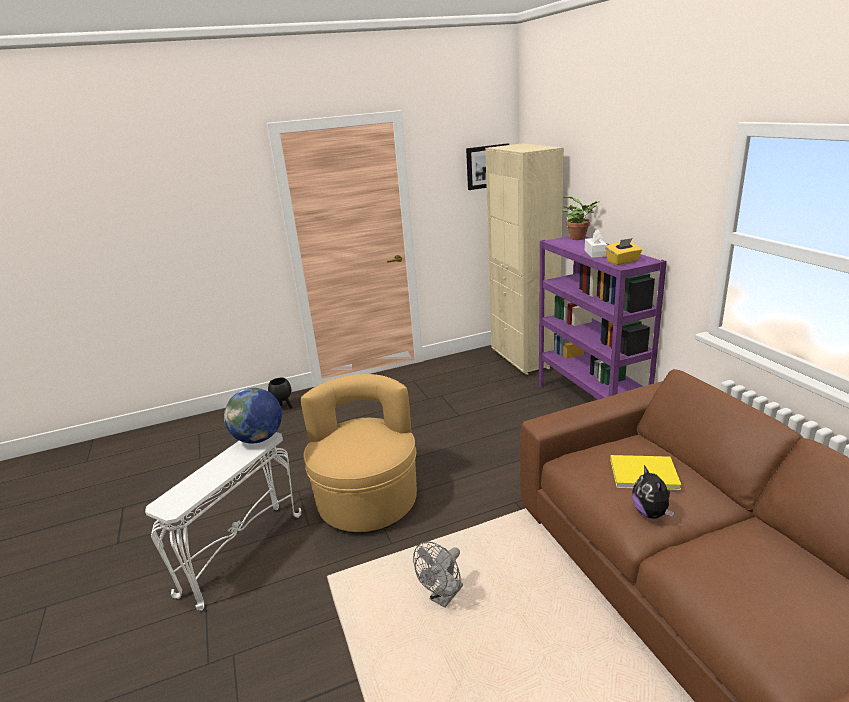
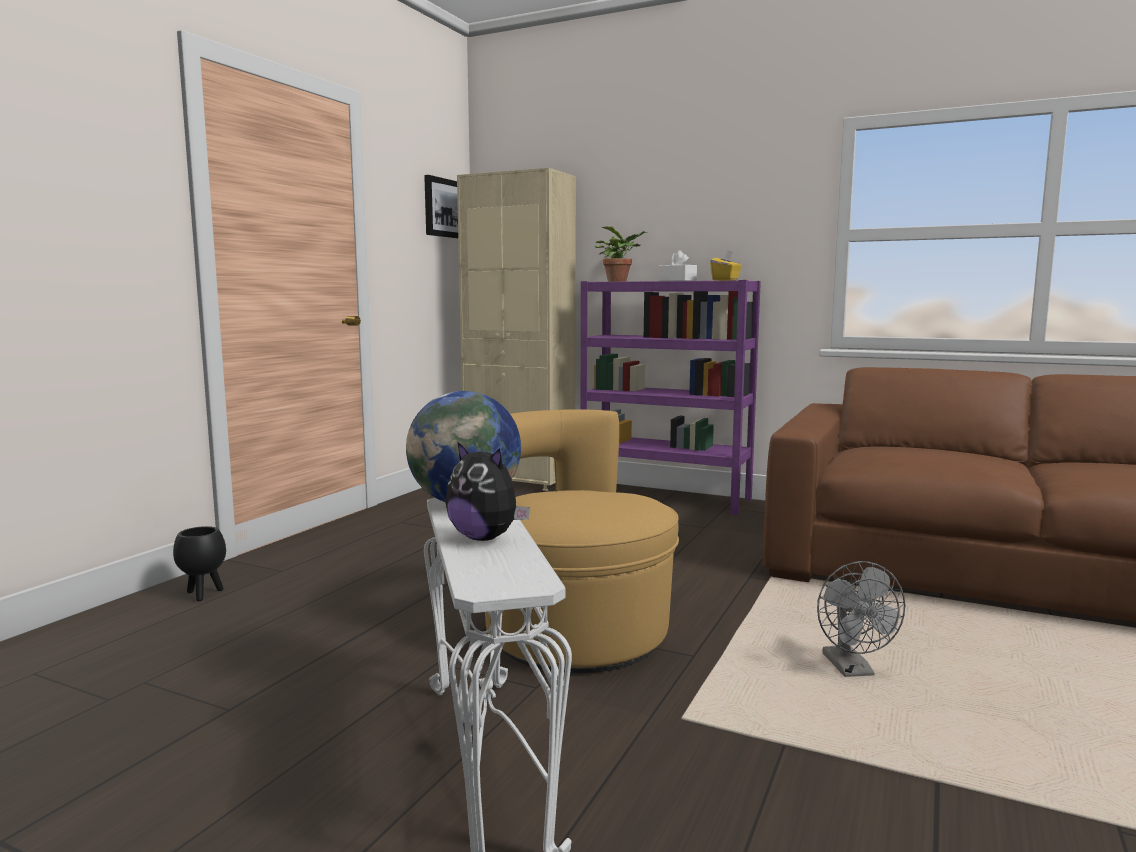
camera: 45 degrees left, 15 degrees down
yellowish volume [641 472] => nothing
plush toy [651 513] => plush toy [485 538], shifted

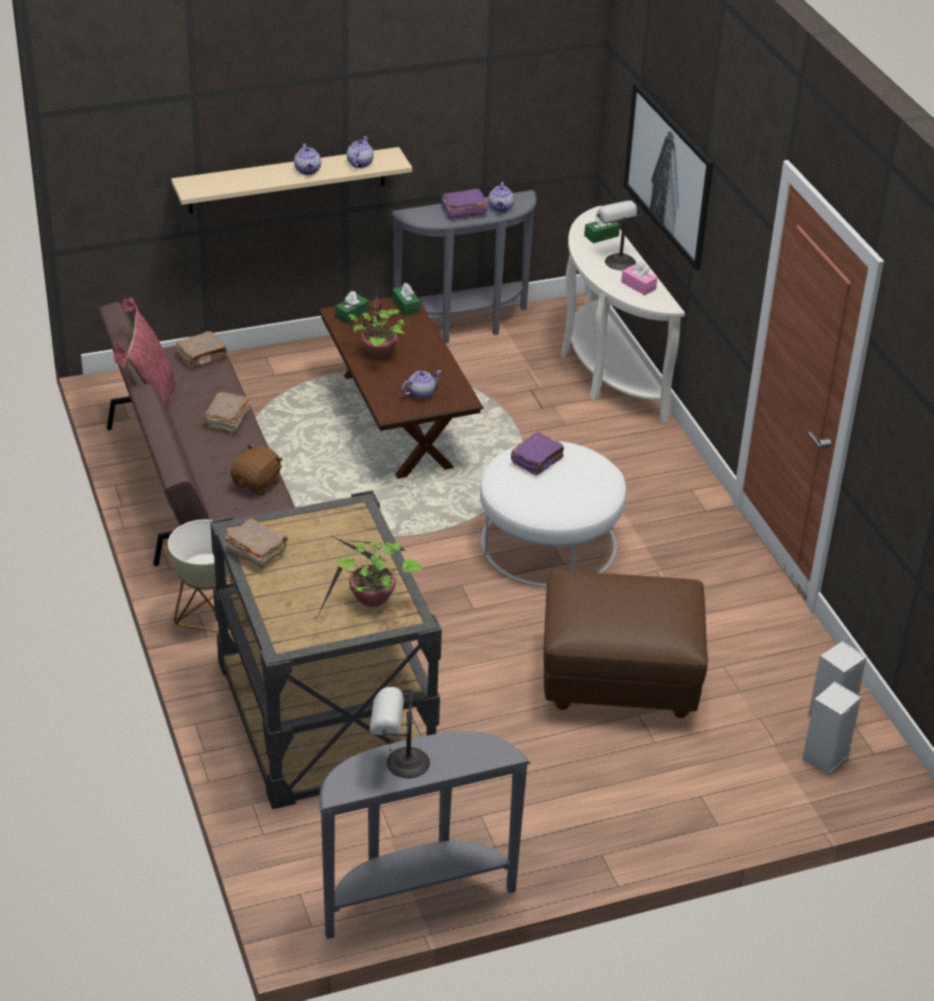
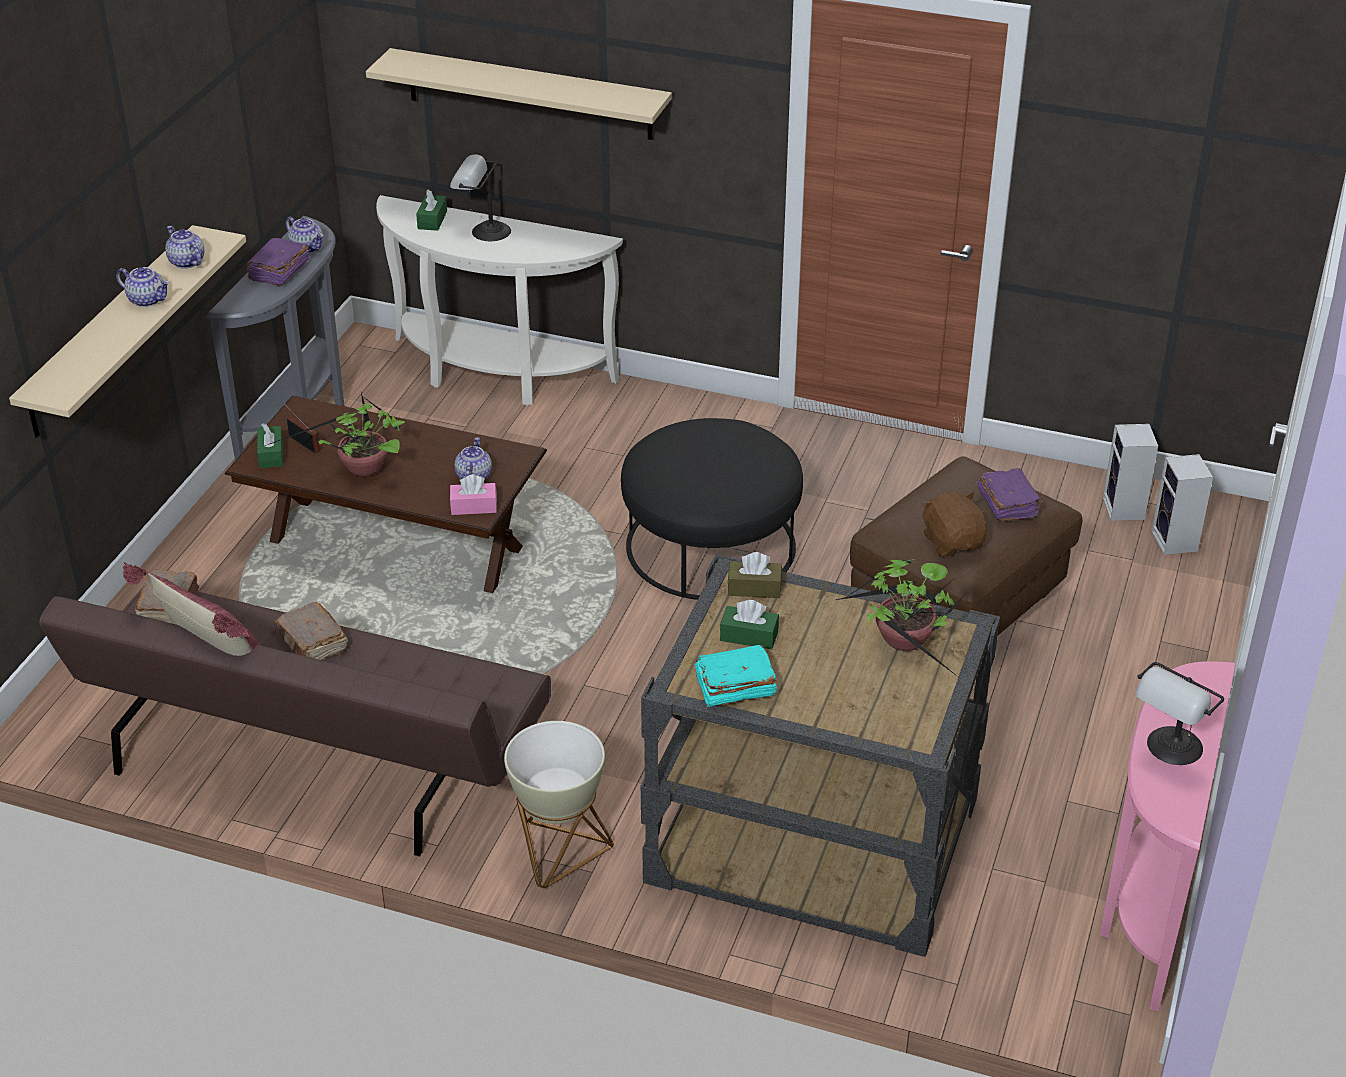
camera: 50 degrees left, 0 degrees up
brownish volume [255 551] => blue-green volume [734 687]
brownish plush toy [257 483] => brownish plush toy [953 542], shifted
gray console table [414 895] => pink console table [1144 909]
green tissue holder [405 306] => green tissue holder [749 636], shifted
whitish ottoman [549 543] => black-coloured ottoman [711 545]
purple-coloured volume [537 461] => purple-coloured volume [1008 504], shifted
pink tissue holder [638 286] => pink tissue holder [474 506], shifted
wall art [670 174] => beige-coloured shelf [529 94]
nothing => brownish tissue holder [754 588]

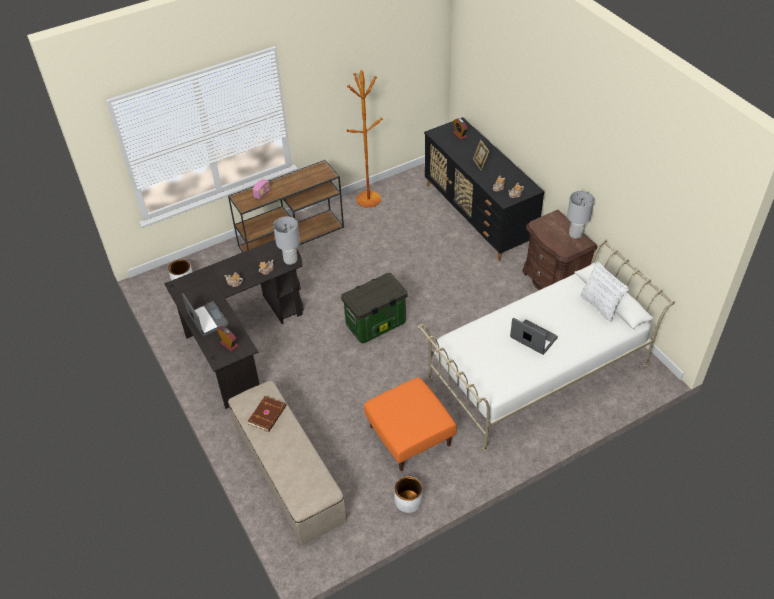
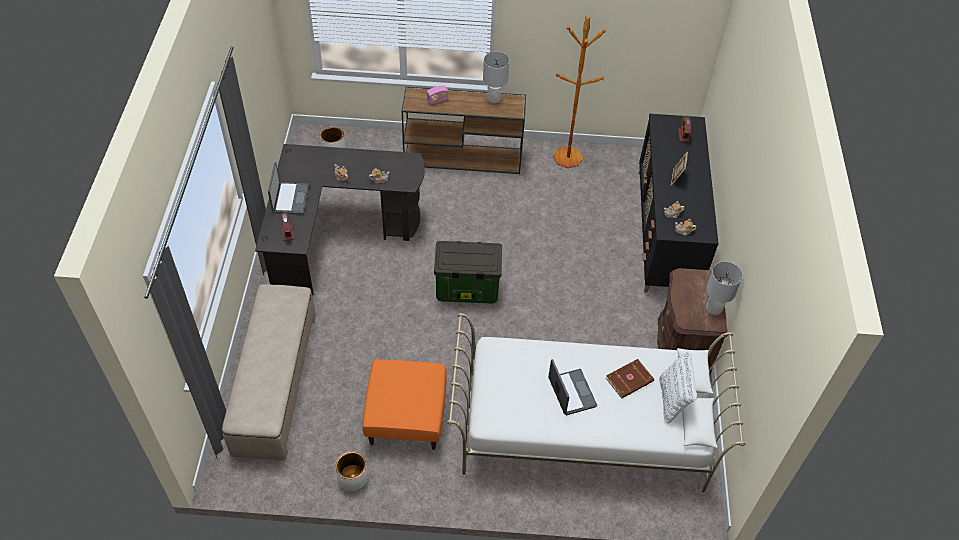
camera: 30 degrees right, 5 degrees up
brownish volume [268 415] => brownish volume [630 380], shifted
gray tabletop lamp [291 261] => gray tabletop lamp [494 100], shifted

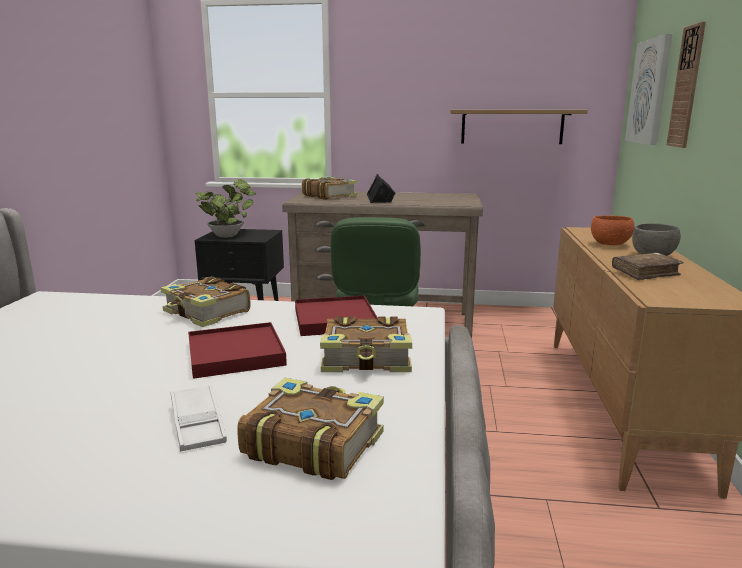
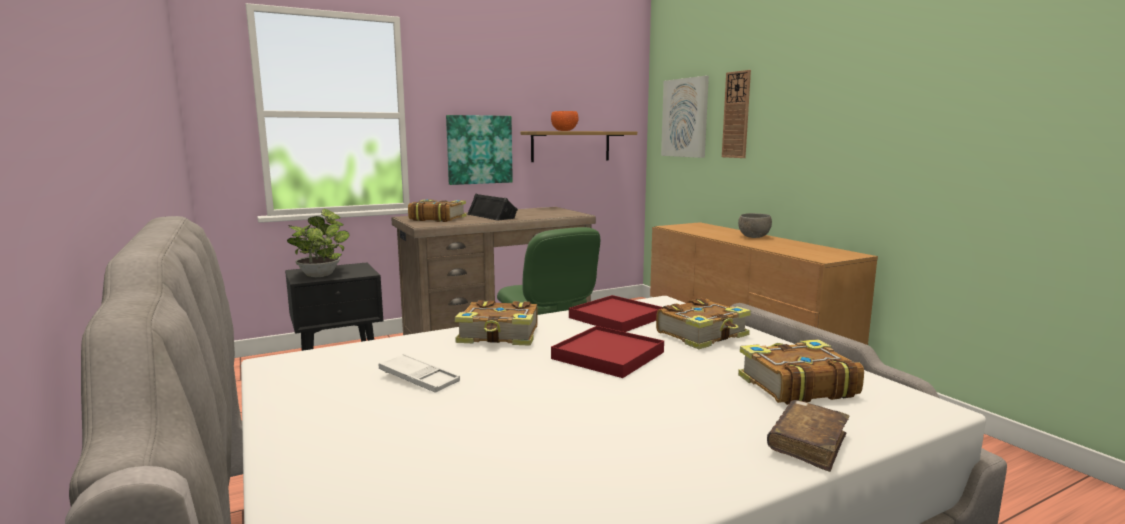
camera: 35 degrees left, 5 degrees down
whitish serving tray [197 423] => whitish serving tray [419 379], shifted
orangey bowl [610 244] => orangey bowl [564 131], shifted
brownish volume [645 273] => brownish volume [807 444], shifted
nothing => wall art [479 149]

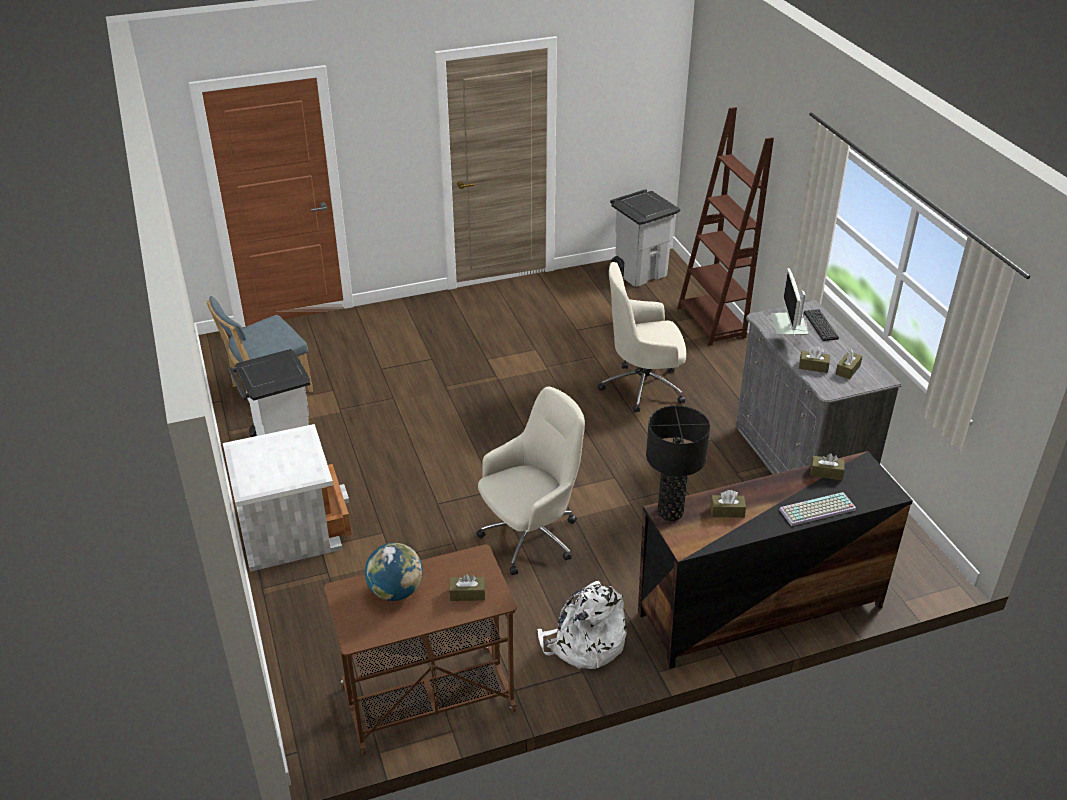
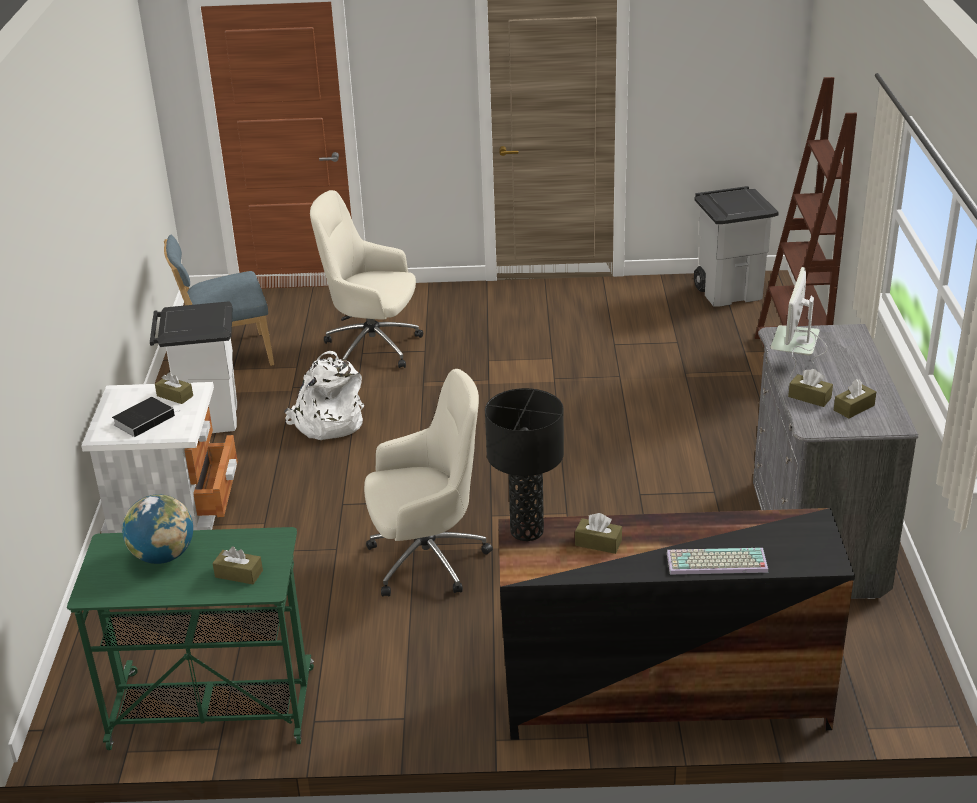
camera: 20 degrees right, 5 degrees down
brownish desk table [428 699] => green desk table [212 708]
whitish knapsack [584 644] => whitish knapsack [327 423], shifted
beige-coloured office chair [642 388] => beige-coloured office chair [372 348], shifted
PC keyboard [821 325] => nothing
brownish tissue holder [826 473] => brownish tissue holder [175 396], shifted
nothing => volume [145 419]

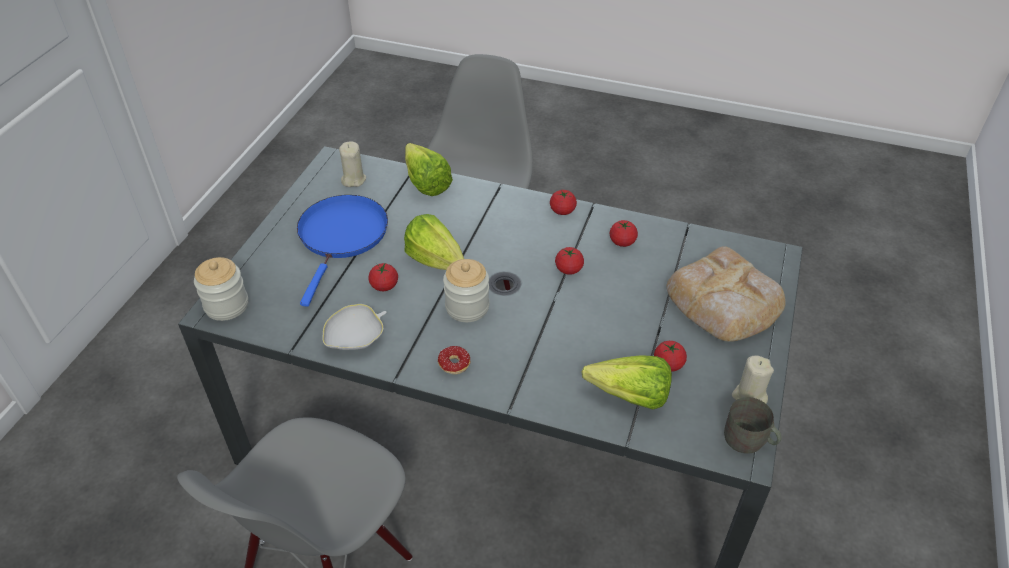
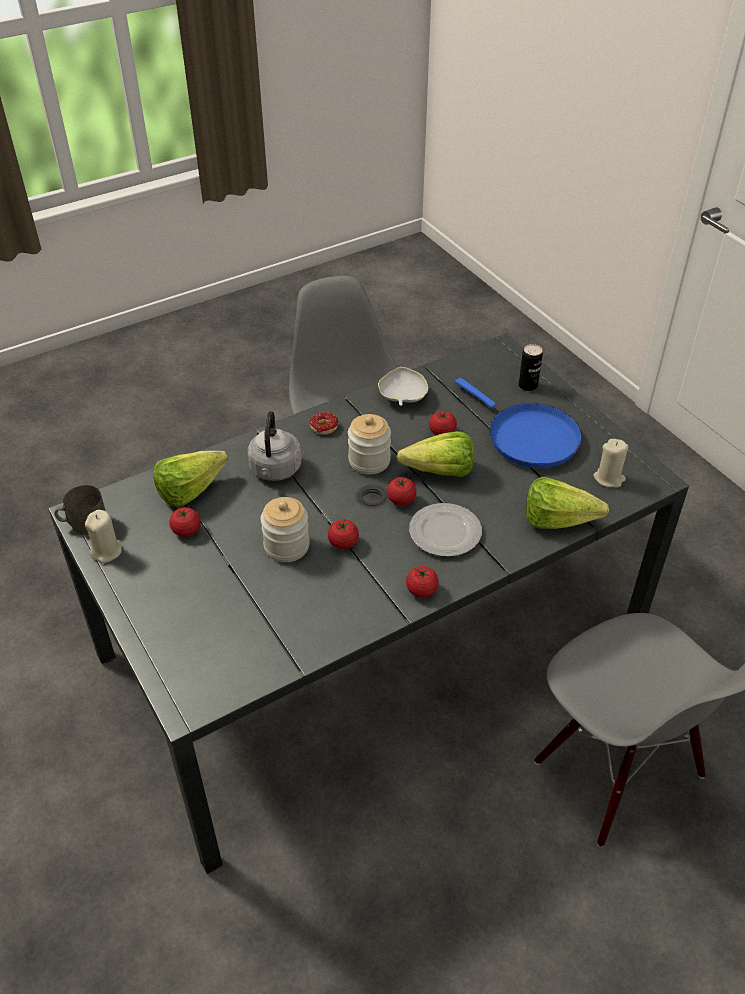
camera: 130 degrees right, 0 degrees up
preserve jar [226 305] => preserve jar [286 546], shifted
whole tomato [622 242] => whole tomato [401 500], shifted
baked bread [724 302] => nothing
nothing => gray water kettle [275 471]
nothing => flat dish [444 533]
nothing => sealed can [528 386]

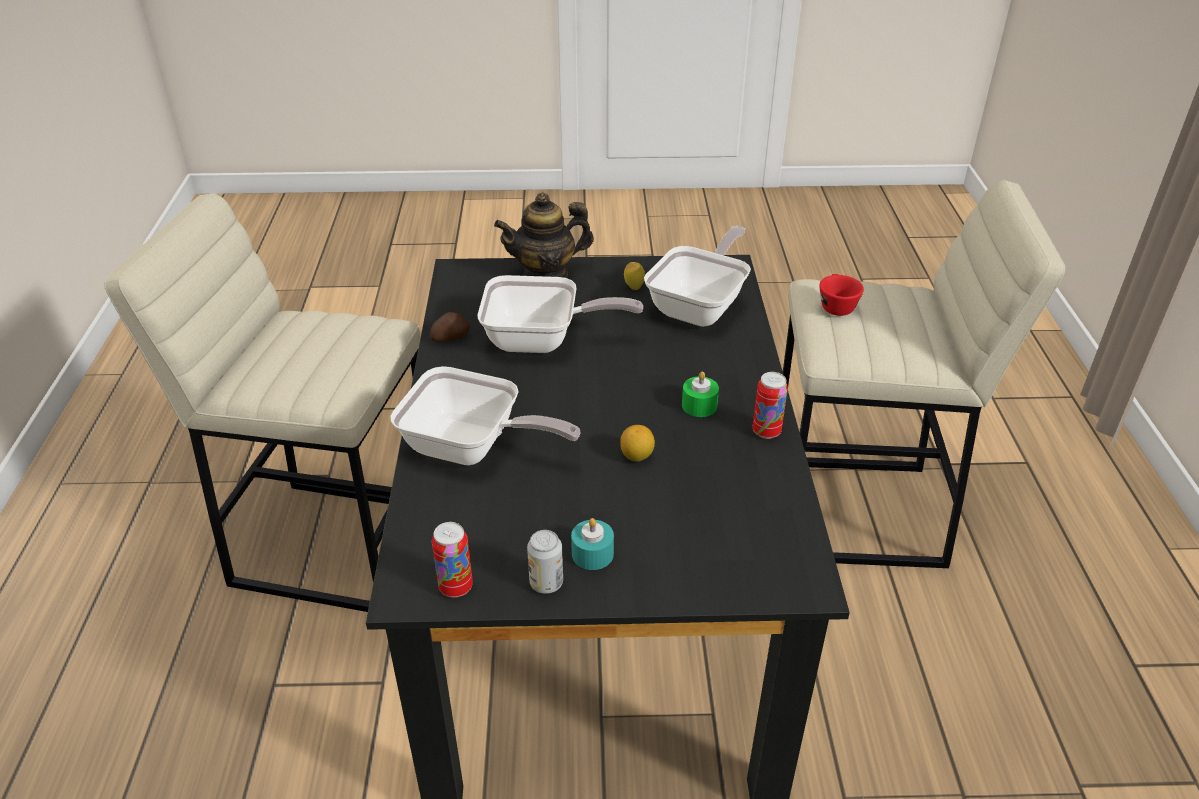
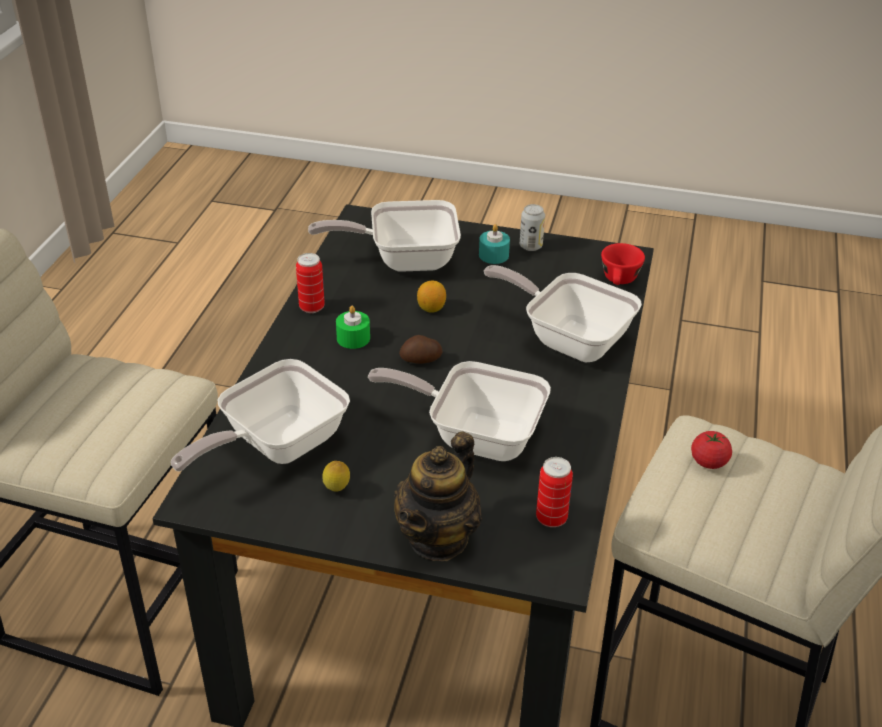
camera: 165 degrees left, 0 degrees up
spud [450 337] => spud [421 360], shifted
sealed can [456 587] => sealed can [551 518], shifted
teapot [546 274] => teapot [438 537], 120 degrees clockwise
red-coloured drinking cup [835 305] => red-coloured drinking cup [619 281], shifted
nothing => frying pan [403 259]
nothing => whole tomato [708 462]

